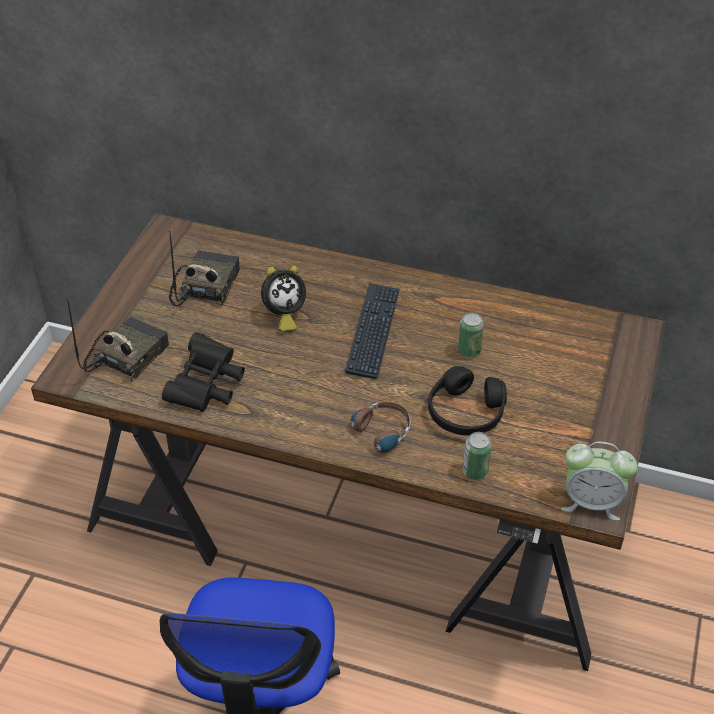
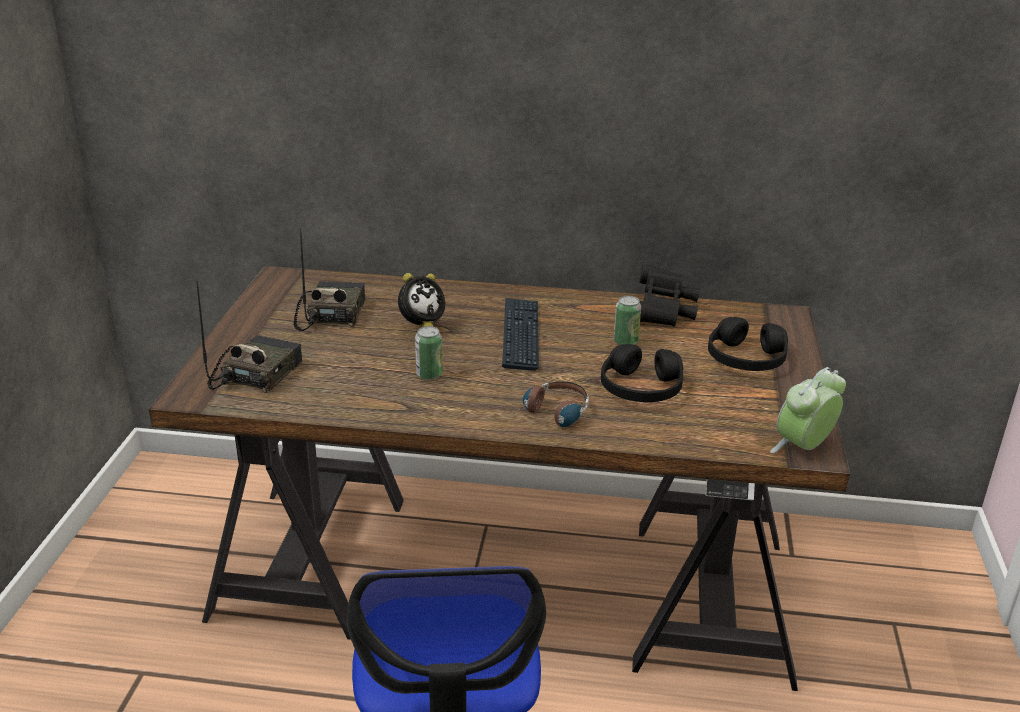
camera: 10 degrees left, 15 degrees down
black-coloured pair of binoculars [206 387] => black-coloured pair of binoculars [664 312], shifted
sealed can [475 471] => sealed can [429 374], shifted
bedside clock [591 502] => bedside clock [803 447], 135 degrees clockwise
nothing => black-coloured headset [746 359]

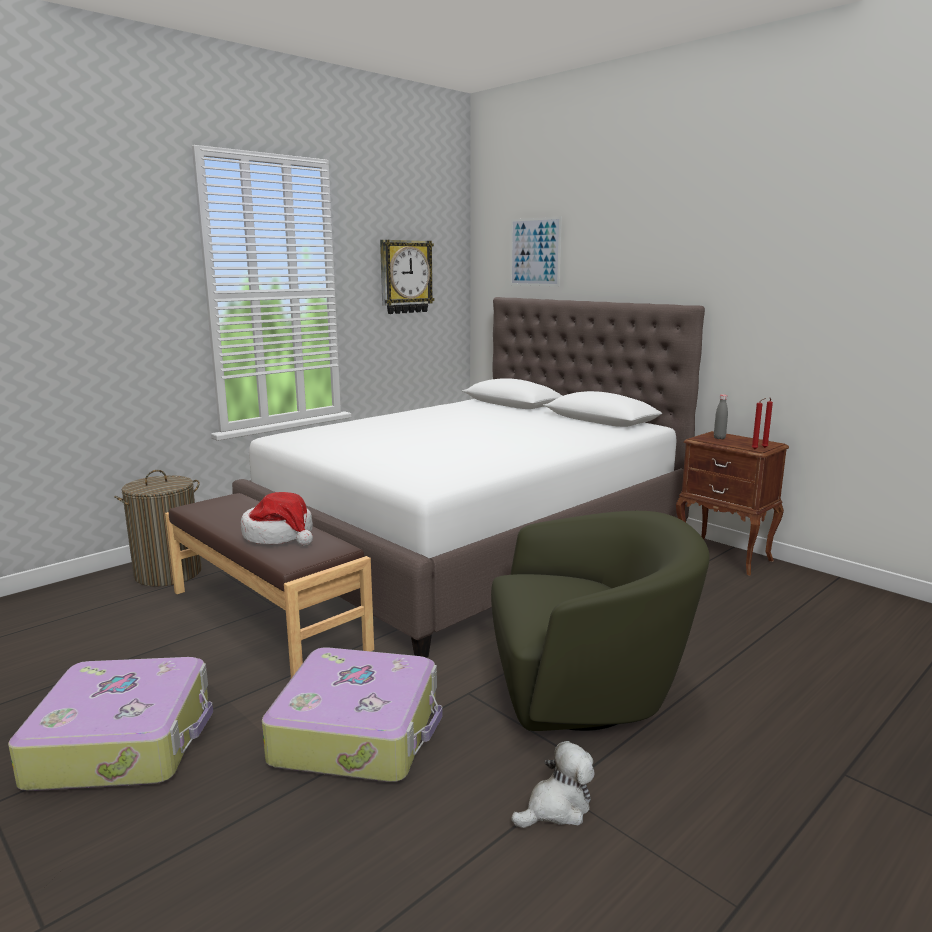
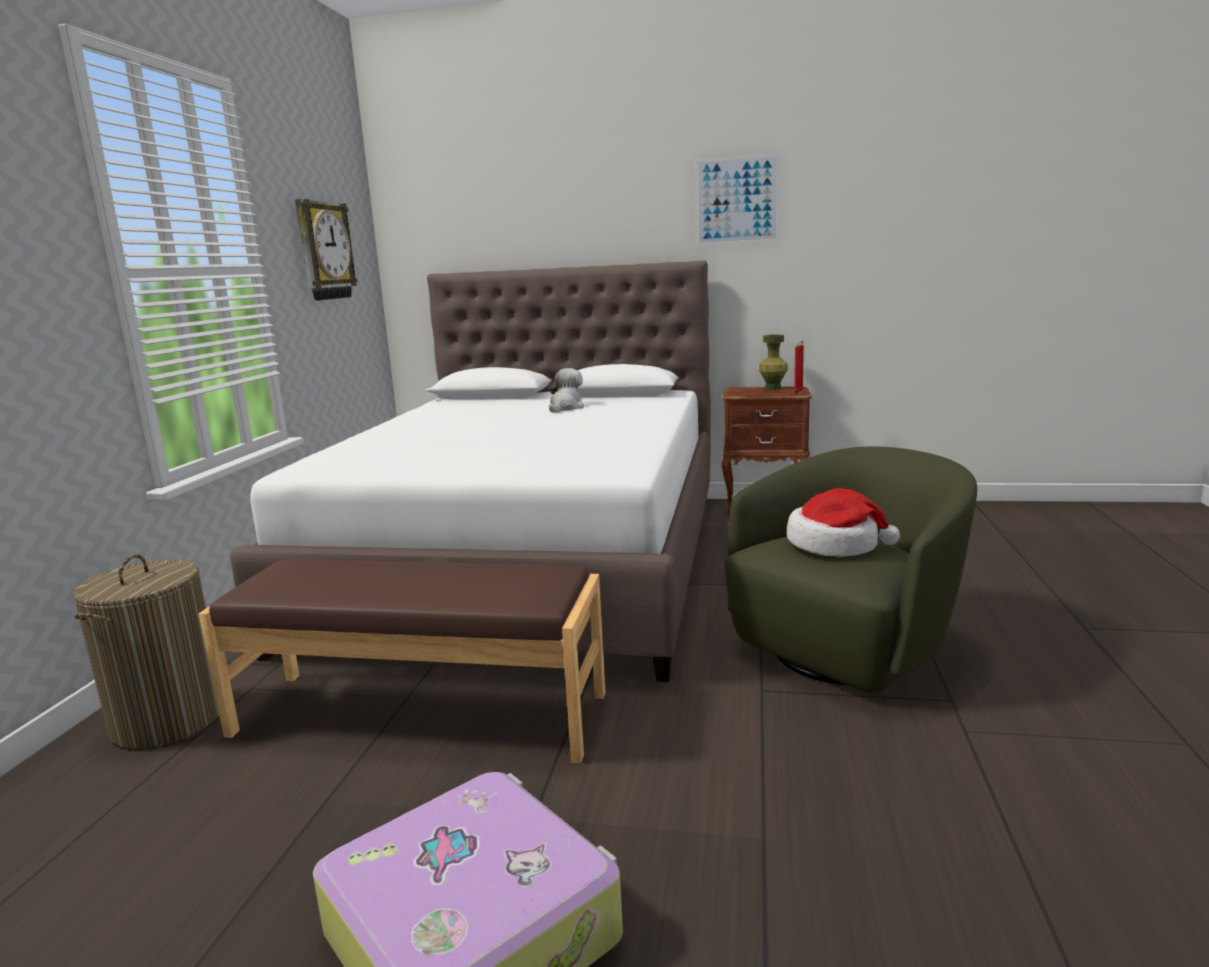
camera: 35 degrees left, 0 degrees up
wearable hat [280 535] => wearable hat [835 544], shifted
travel case [358 731] => nothing
wall art [535 252] => wall art [737 200], shifted
plush toy [557 807] => plush toy [565 408], shifted
gray bottle [719 438] => nothing
nothing => green decorative vase [773 388]

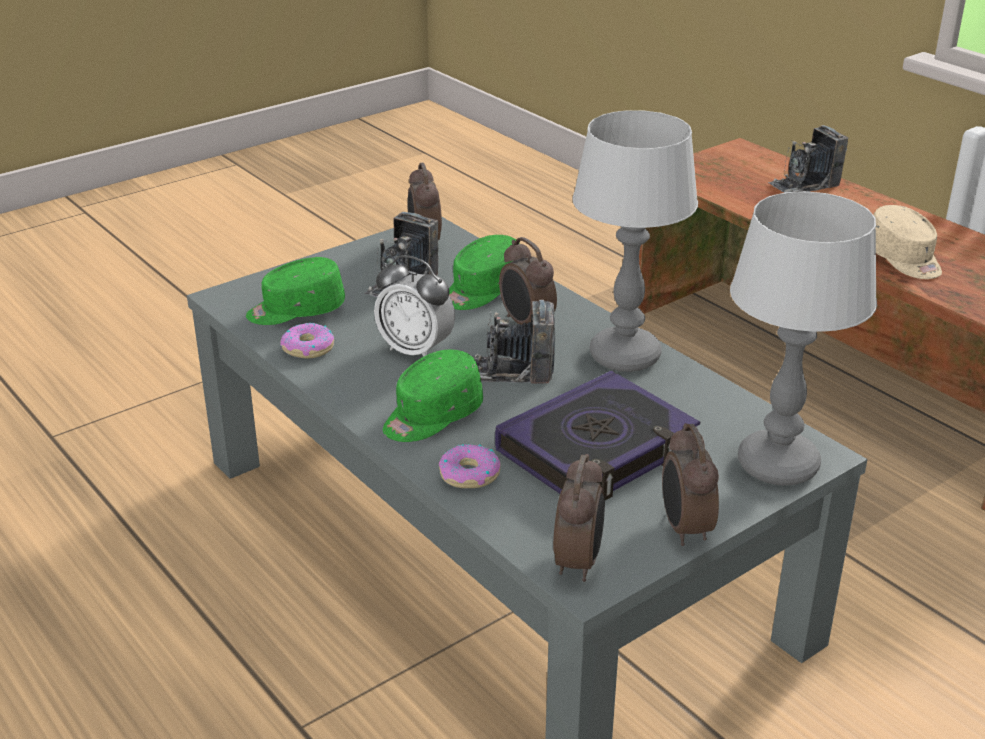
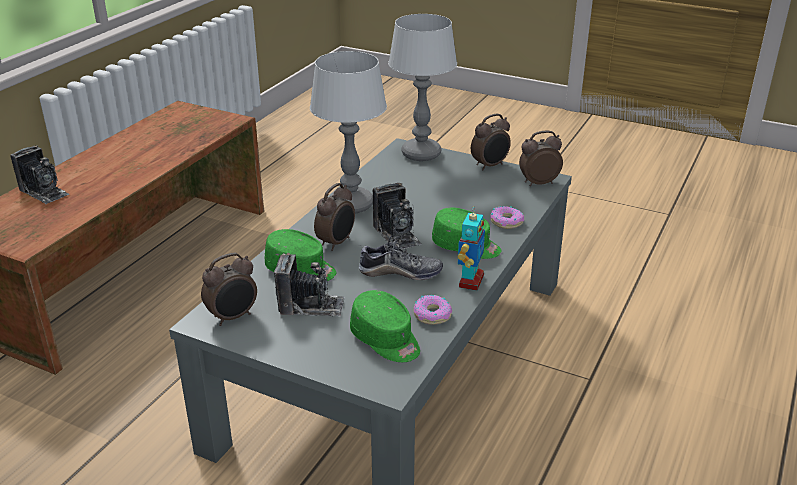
camera: 115 degrees left, 0 degrees up
bedside clock [415 350] => low shoe [400 272]
volume [597 450] => nothing
beige-coloured baseball cap [903 259] => nothing
nothing => toy robot [470 281]

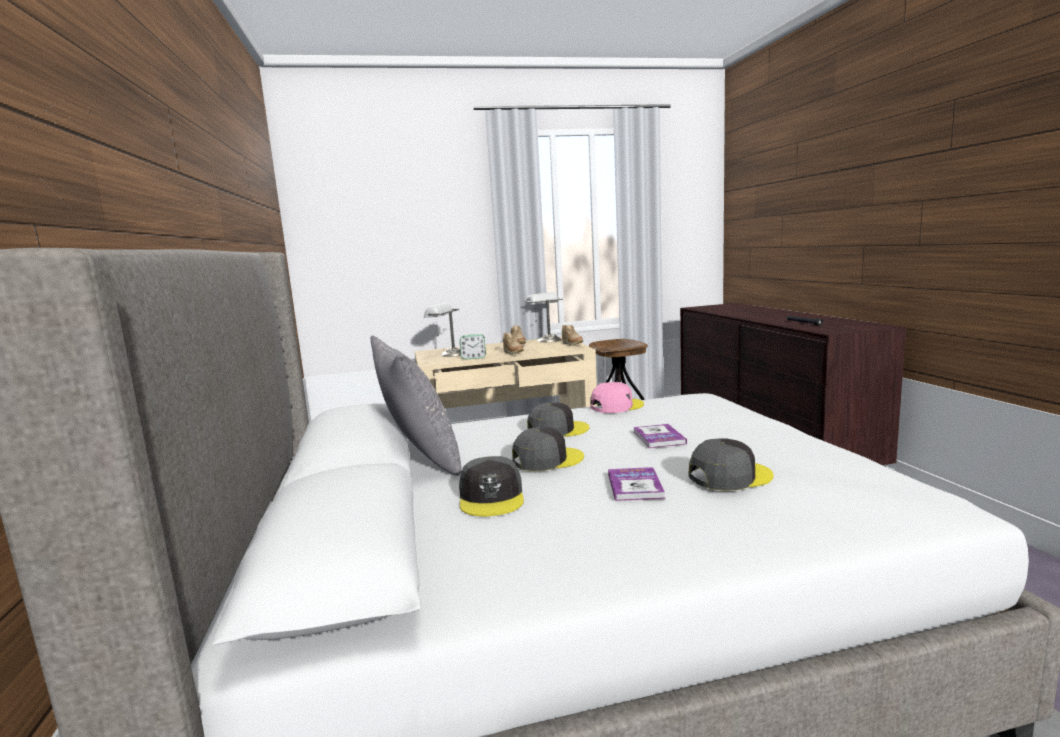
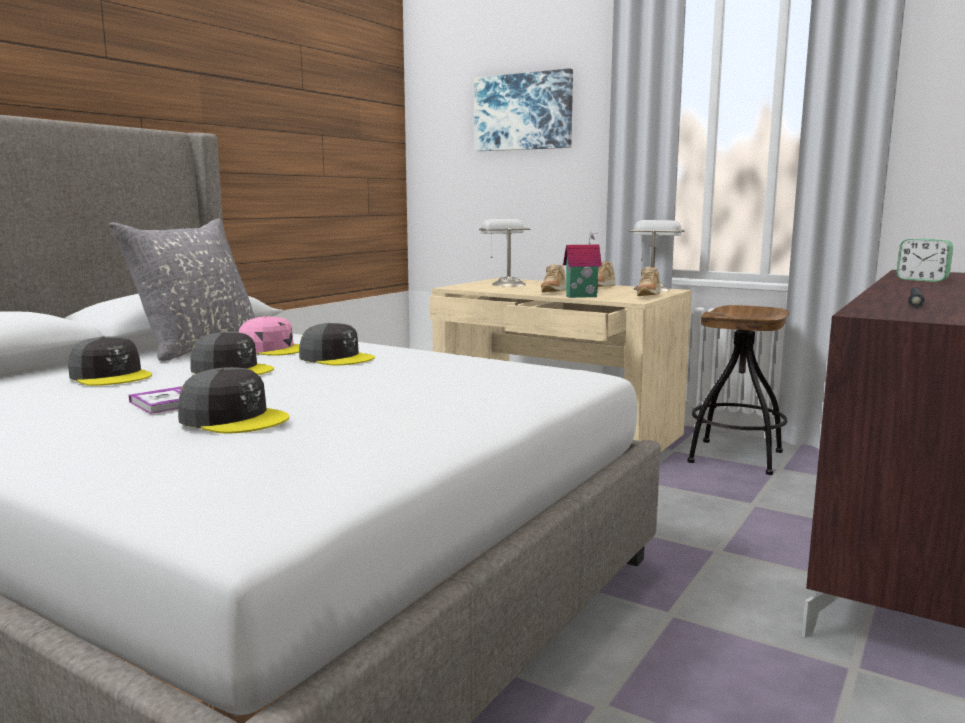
camera: 45 degrees right, 0 degrees up
gray baseball cap [492 497] => gray baseball cap [111 376], 90 degrees counterclockwise
bedside clock [473 358] => bedside clock [922 280], shifted
pink baseball cap [616 406] => pink baseball cap [273 349], shifted
volume [658 437] => nothing
nothing => wall art [523 112]
nothing => miniature house [581 296]

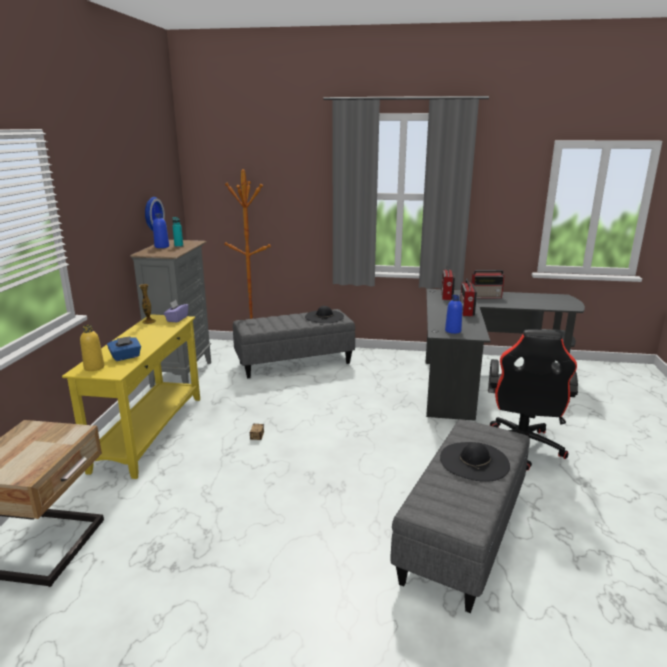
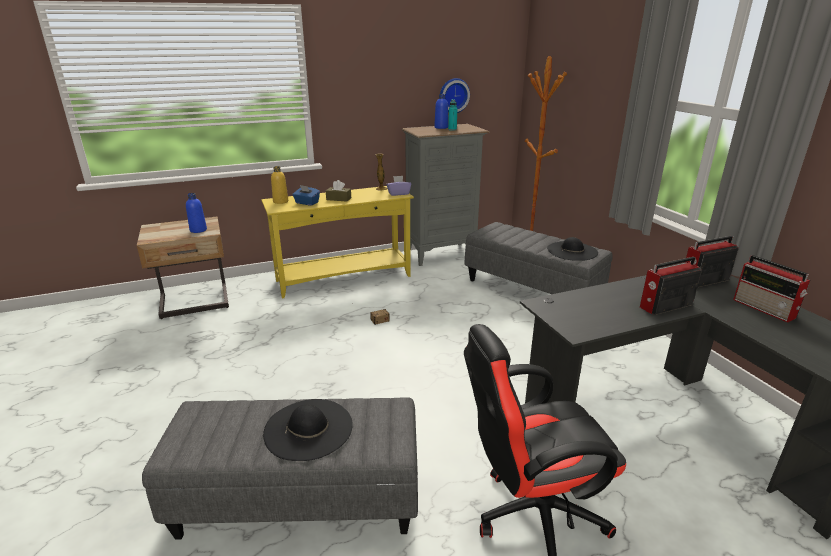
camera: 60 degrees right, 5 degrees up
bluish bottle [453 331] => bluish bottle [198 230], shifted
nothing => brownish tissue holder [338 199]

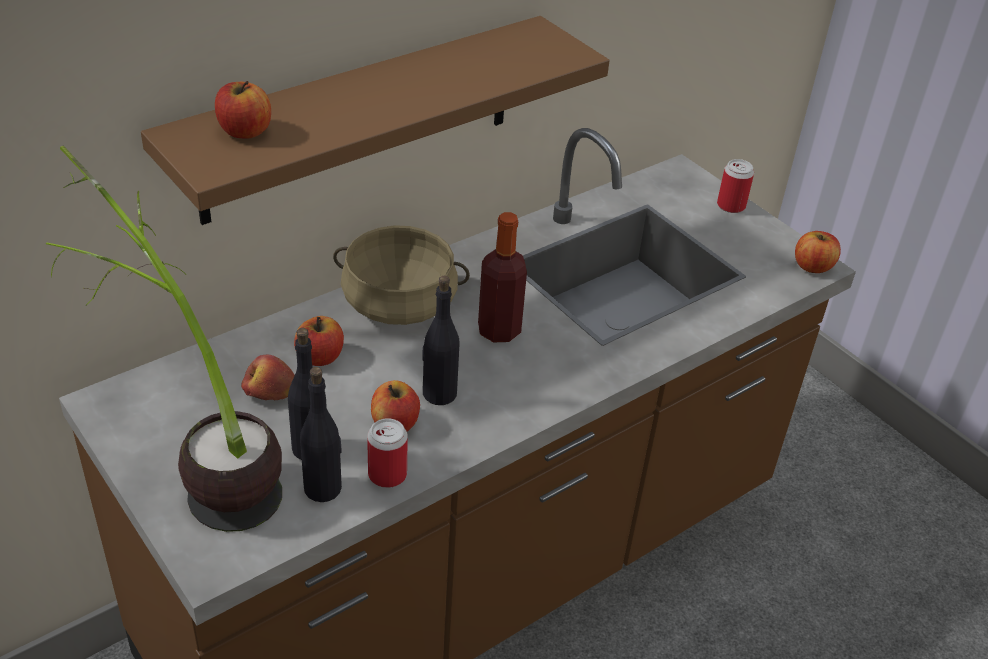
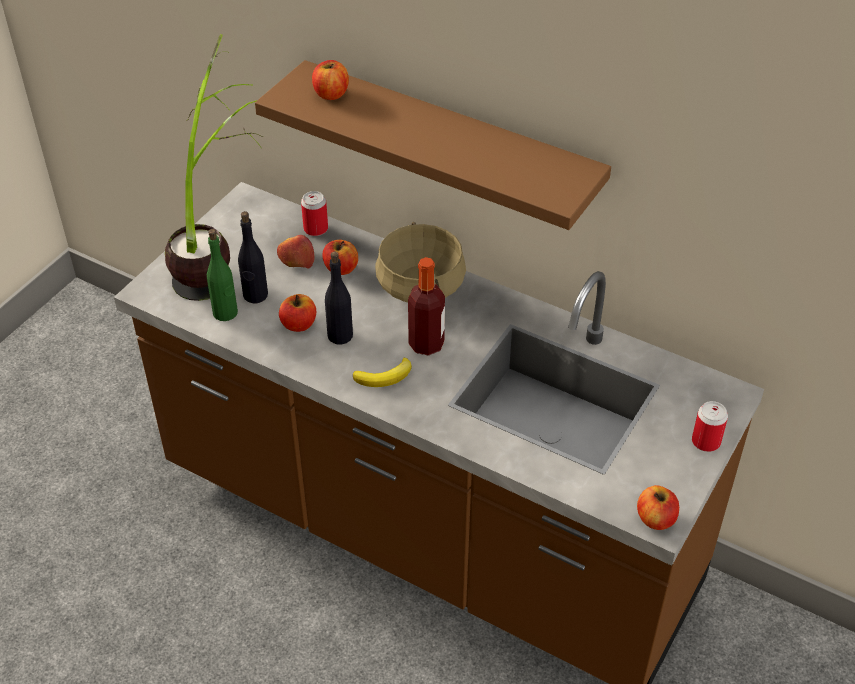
camera: 70 degrees right, 5 degrees up
black-coloured bottle [323 488] => green bottle [225 313]
sealed can [387 474] => sealed can [315 229], shifted
nothing => whole banana [385 377]

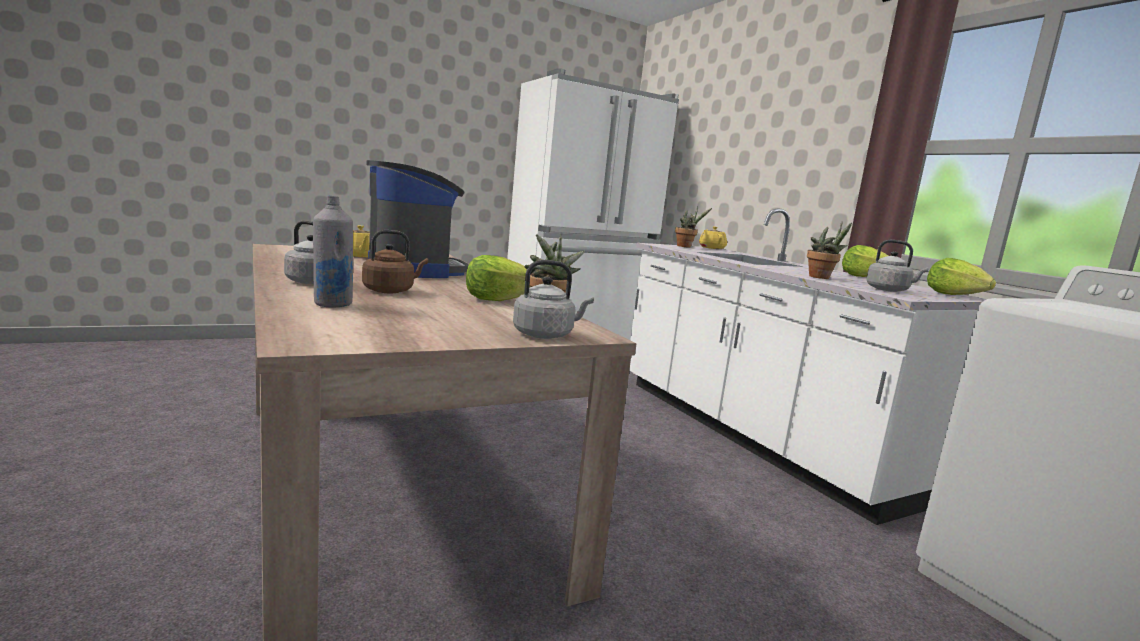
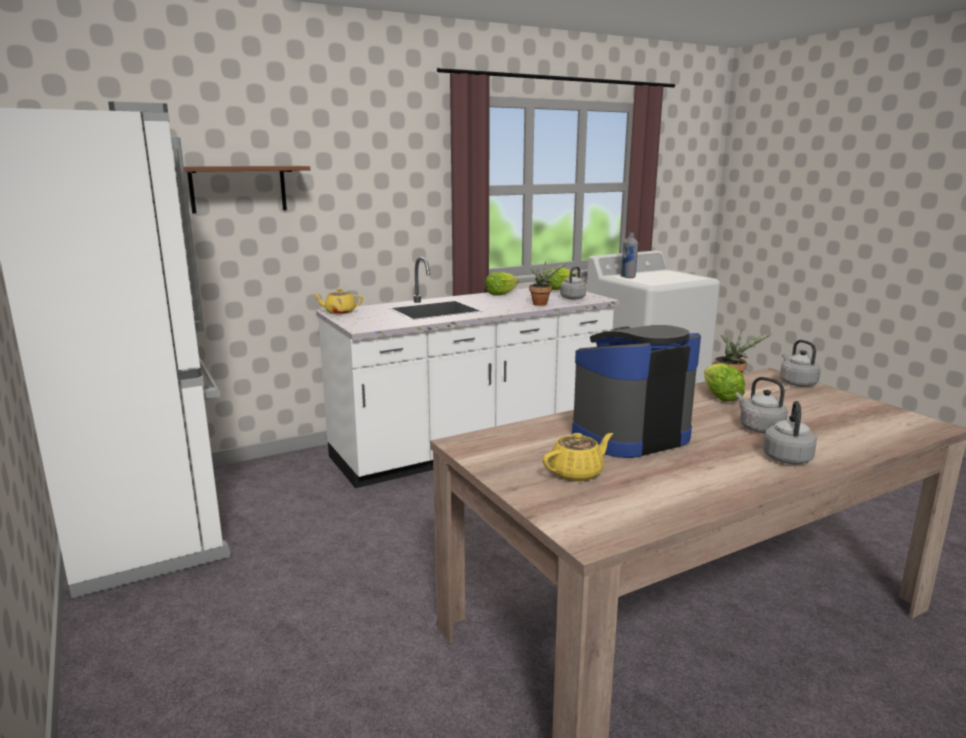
camera: 90 degrees left, 5 degrees up
gray bottle [332 304] => gray bottle [628 277], shifted
brownish water kettle [391 291] => gray water kettle [759 428]
houseplant [686 247] => nothing
nothing => shelf [238 189]

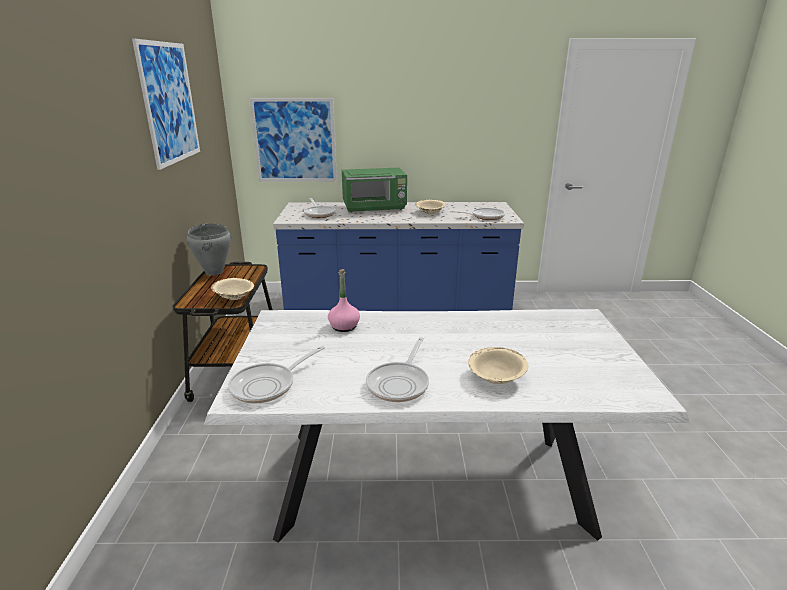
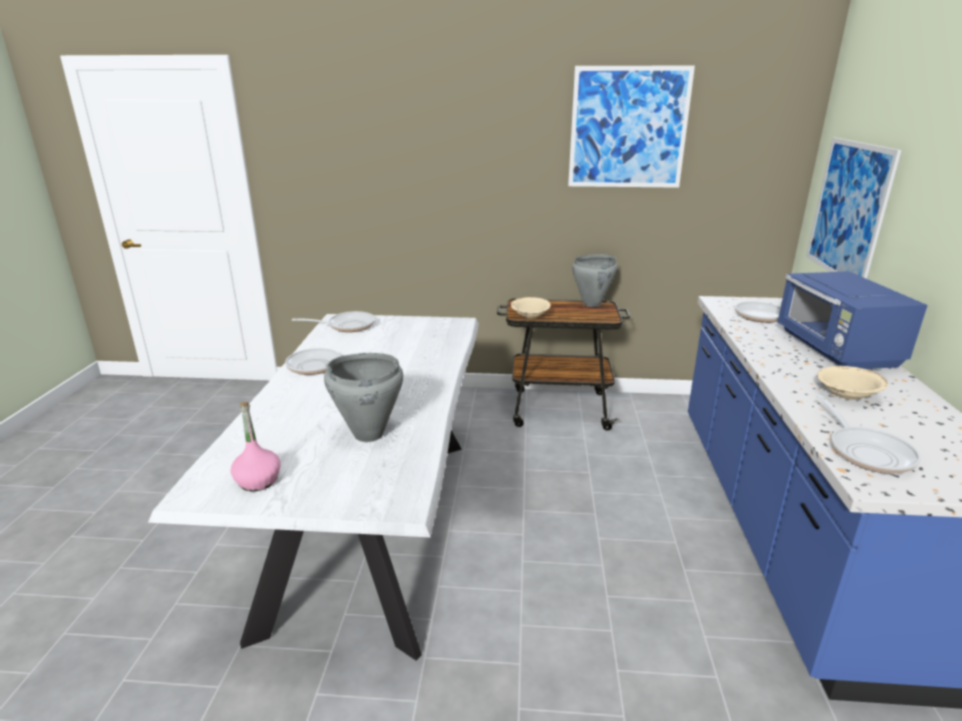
camera: 95 degrees right, 0 degrees up
frying pan [268 385] => frying pan [347 326], 120 degrees clockwise
pink bottle [344 326] => pink bottle [258 481], shifted
green kitchen microwave [375 208] => bluish kitchen microwave [835 350]
beige-coloured bowl [496 377] => nothing
nothing => gray cooking pot [368 434]

